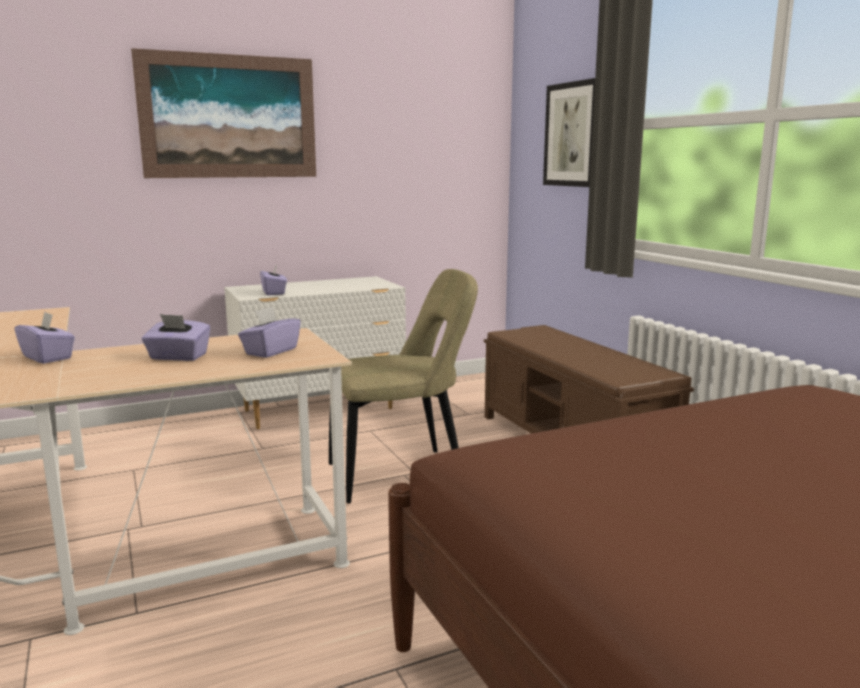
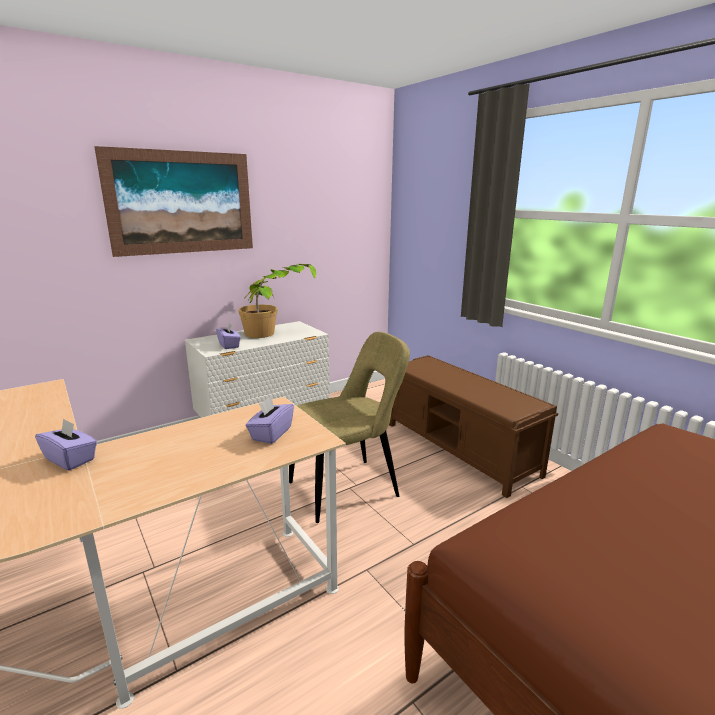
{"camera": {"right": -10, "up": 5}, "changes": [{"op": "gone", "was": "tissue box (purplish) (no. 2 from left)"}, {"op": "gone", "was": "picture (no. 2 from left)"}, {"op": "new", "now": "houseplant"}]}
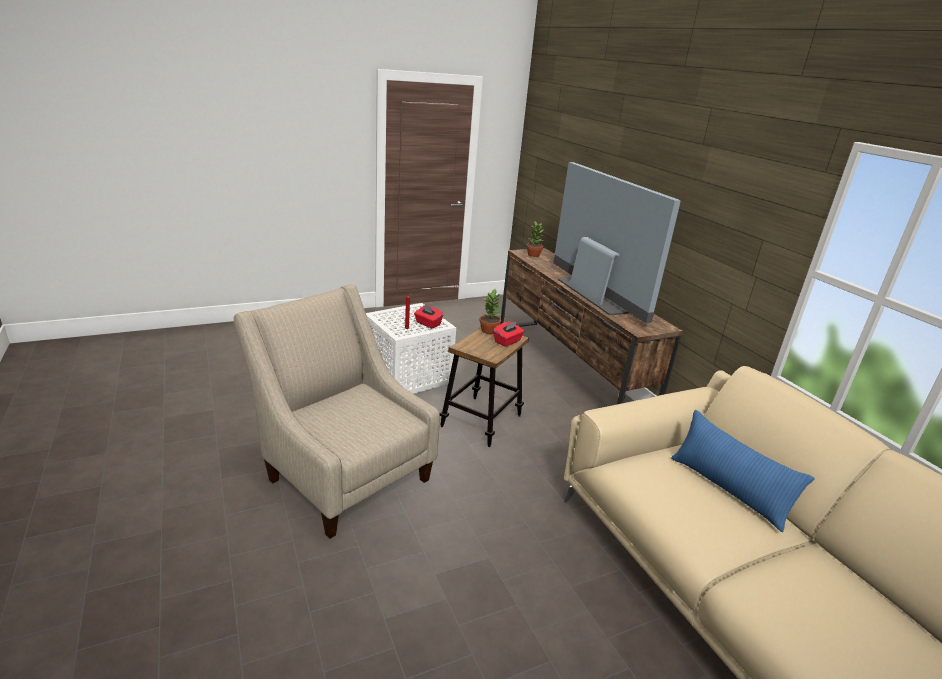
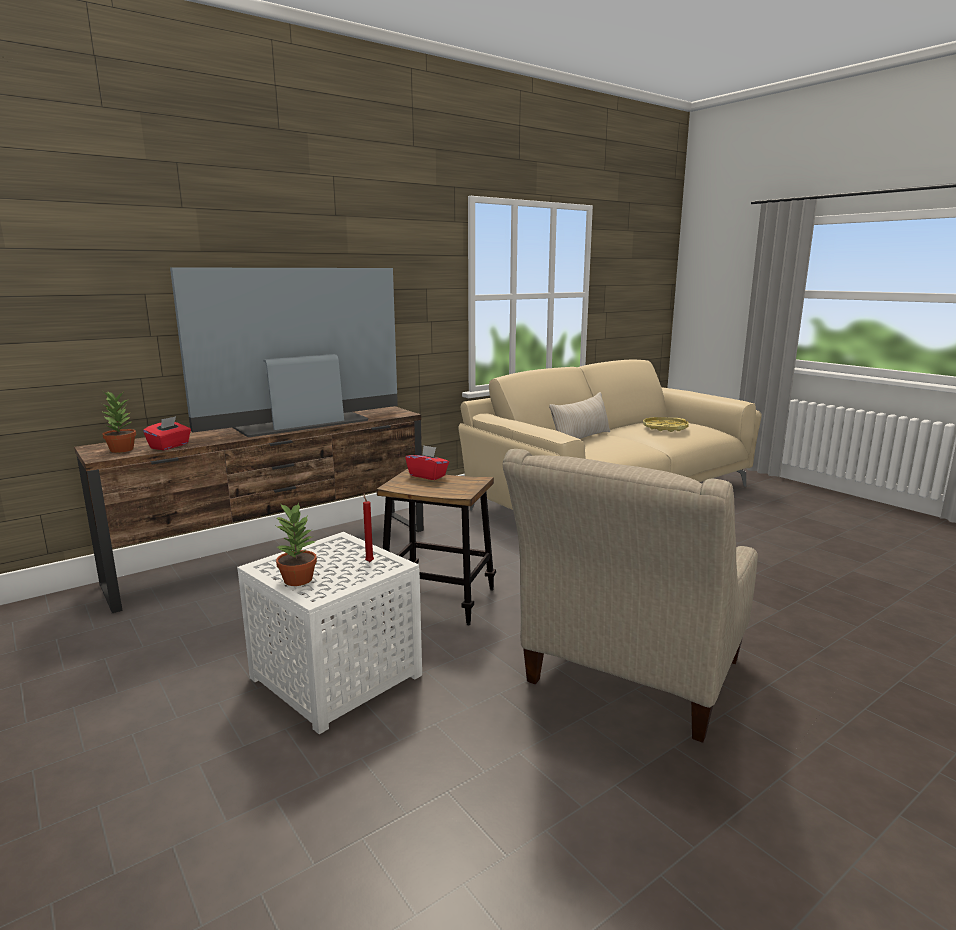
{"camera": {"right": -100, "up": -10}, "changes": [{"op": "new", "now": "carrying tray (yellowish)"}, {"op": "shifted", "was": "tissue box (red) (no. 1 from left)"}, {"op": "shifted", "was": "houseplant (no. 1 from left in the first image)", "now": "houseplant (no. 2 from left)"}, {"op": "repainted", "was": "cushion (bluish)", "now": "cushion (beige-coloured)"}]}
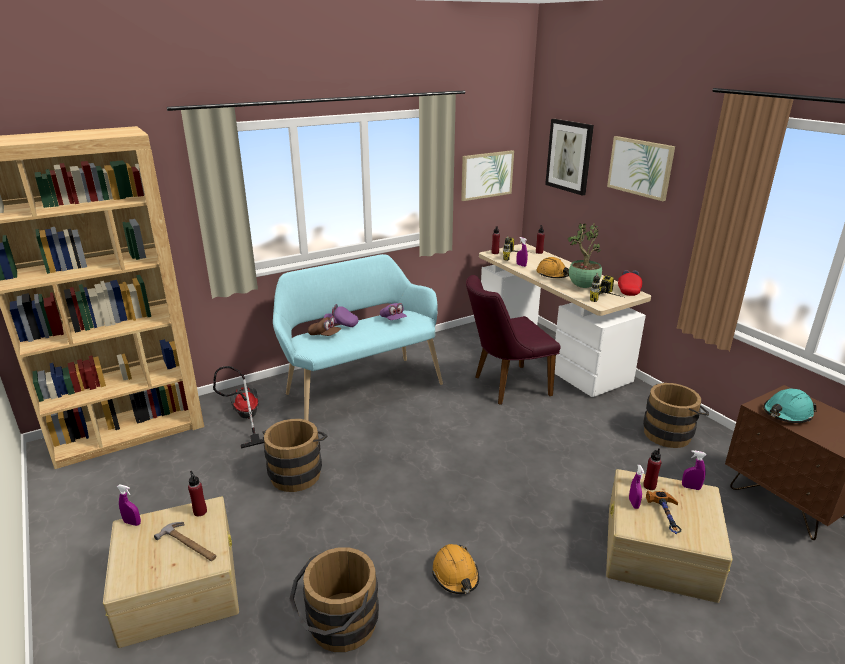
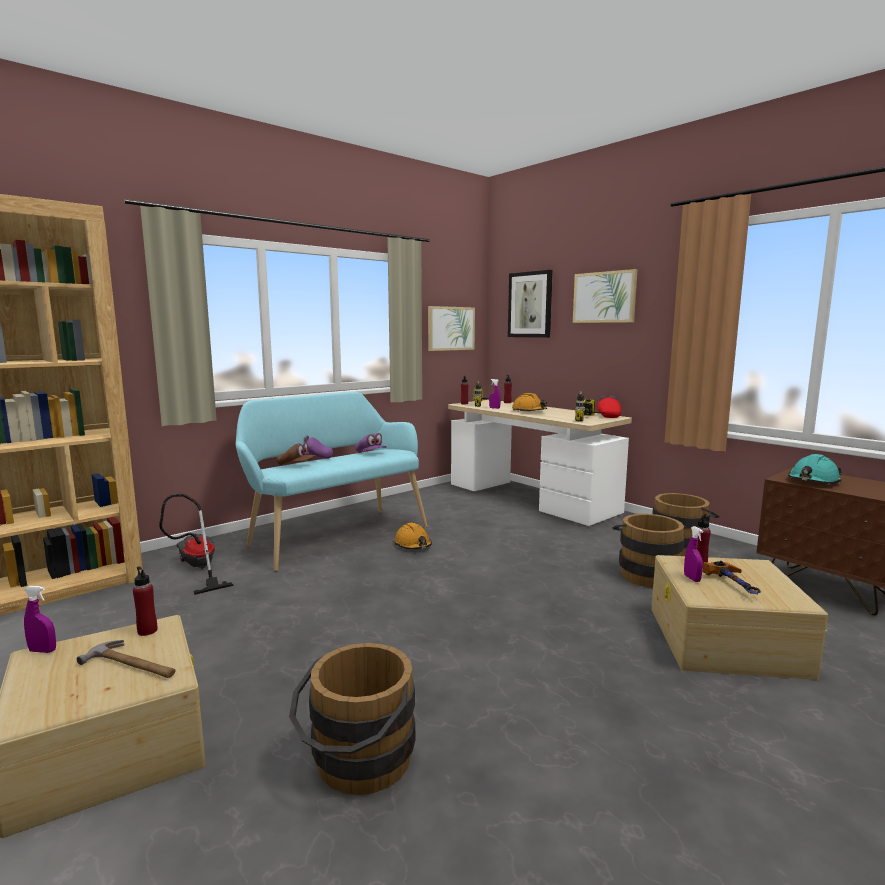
{"camera": {"right": -10, "up": -15}, "changes": [{"op": "gone", "was": "plain chair (purplish)"}, {"op": "gone", "was": "houseplant"}, {"op": "gone", "was": "sprayer (purplish) (no. 4 from left)"}, {"op": "shifted", "was": "pail (brown) (no. 1 from left in the first image)", "now": "pail (brown) (no. 2 from left)"}, {"op": "shifted", "was": "hard hat (orangey) (no. 1 from left)"}]}
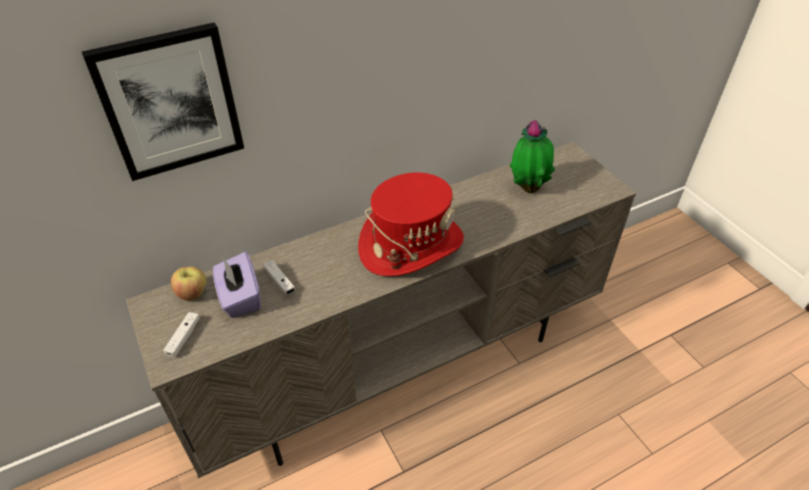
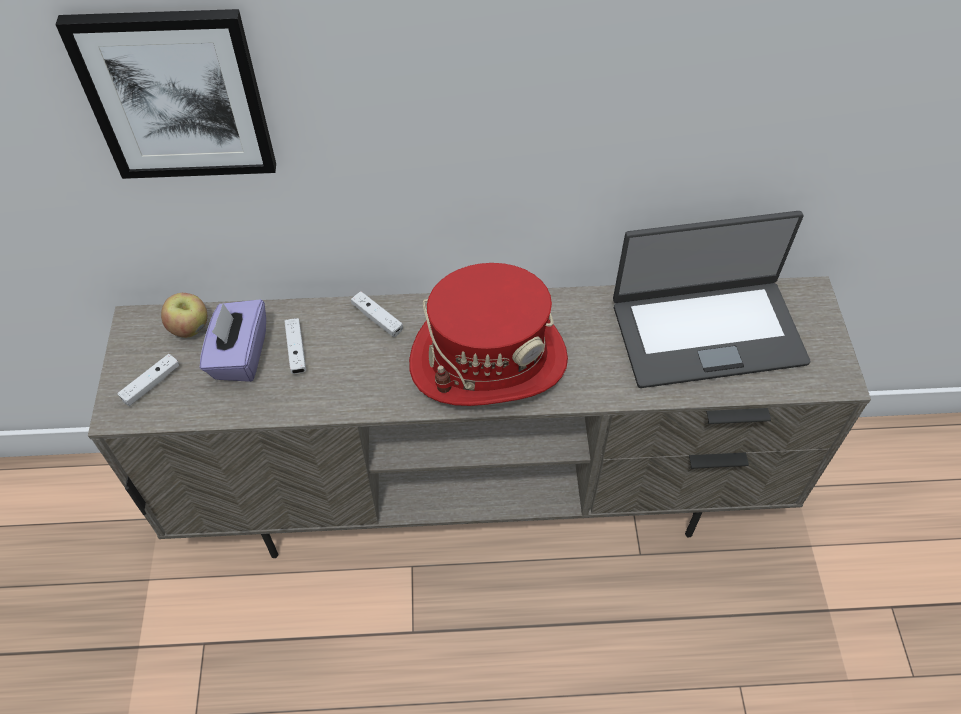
{"camera": {"right": 25, "up": 10}, "changes": [{"op": "new", "now": "gamepad (white) (no. 3 from left)"}, {"op": "swapped", "was": "houseplant", "now": "portable computer"}]}
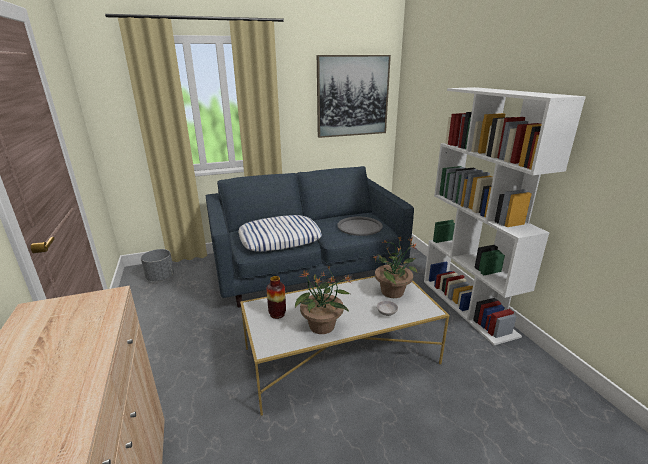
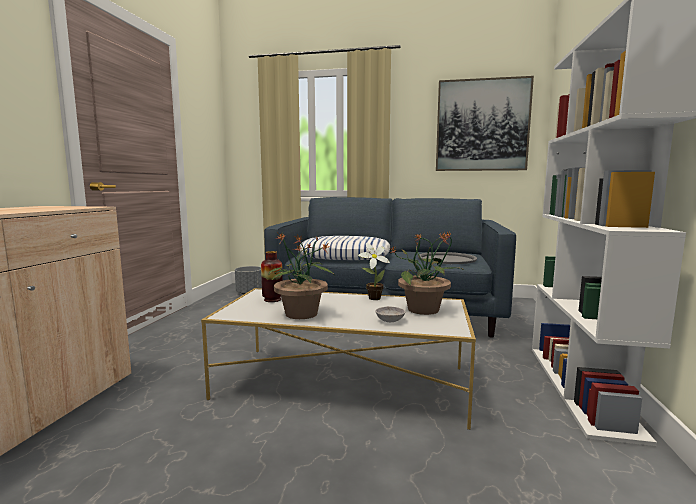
{"camera": {"right": 30, "up": -15}, "changes": [{"op": "new", "now": "houseplant (no. 2 from left)"}]}
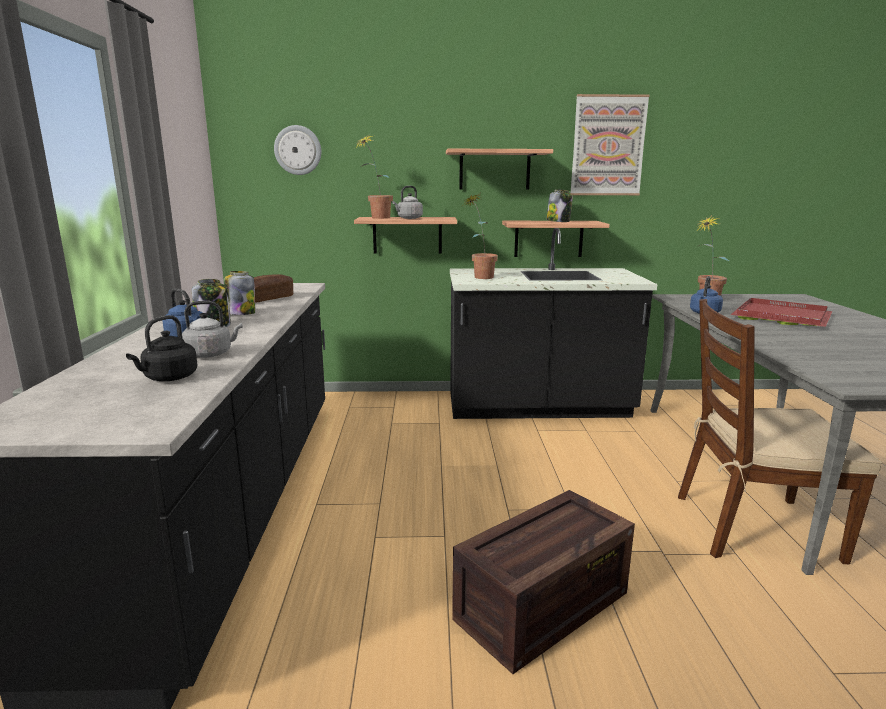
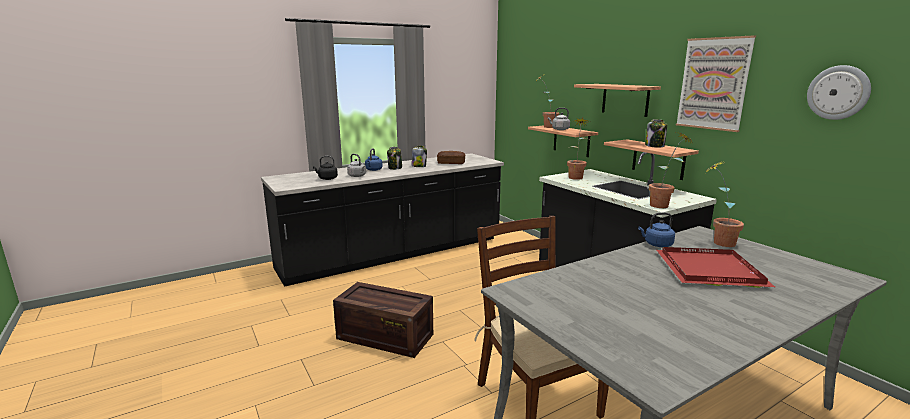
{"camera": {"right": 60, "up": 0}, "changes": [{"op": "new", "now": "houseplant (no. 3 from left)"}, {"op": "shifted", "was": "wall clock"}]}
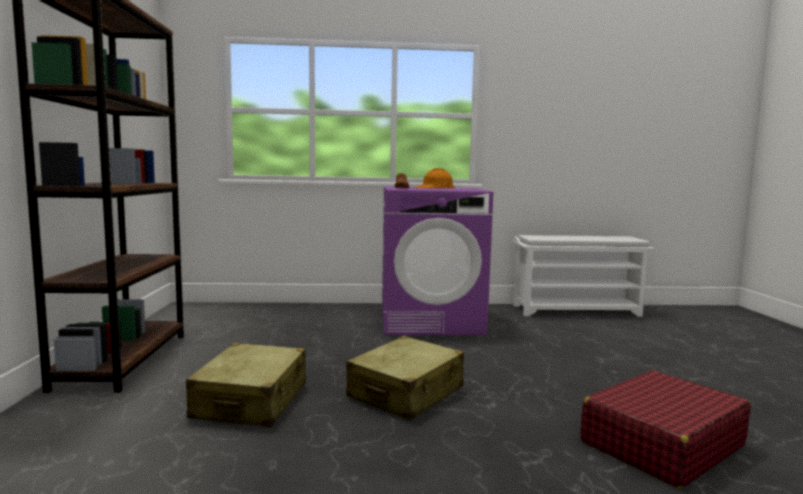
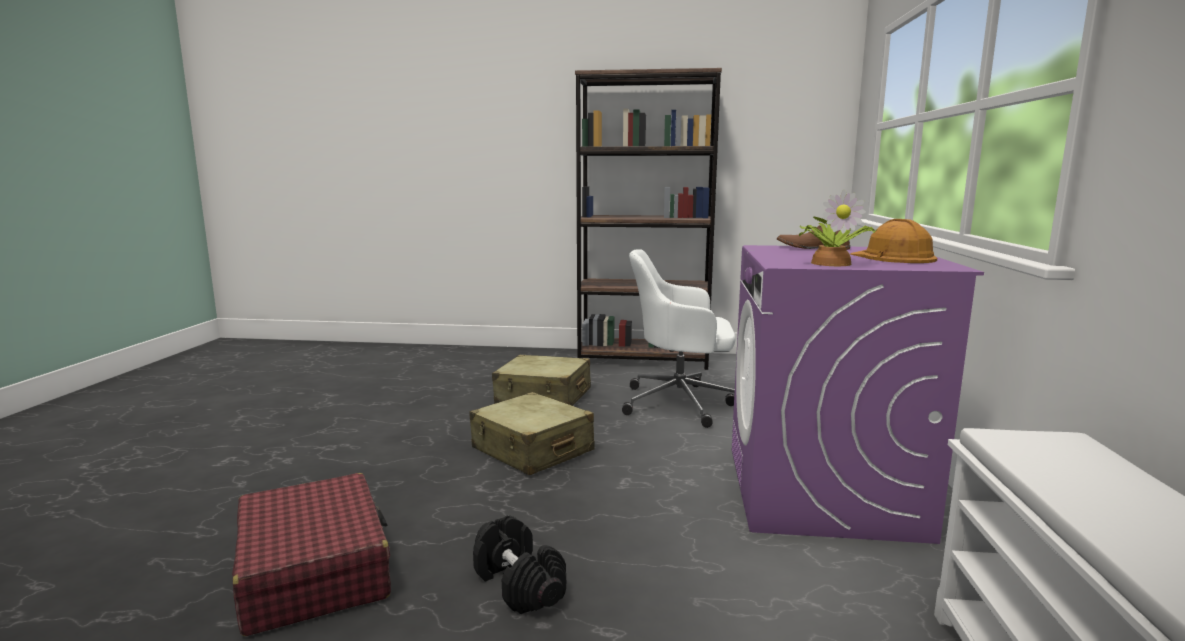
{"camera": {"right": 100, "up": 5}, "changes": [{"op": "new", "now": "hand weight (blackish)"}, {"op": "new", "now": "desk chair (white)"}, {"op": "new", "now": "houseplant"}]}
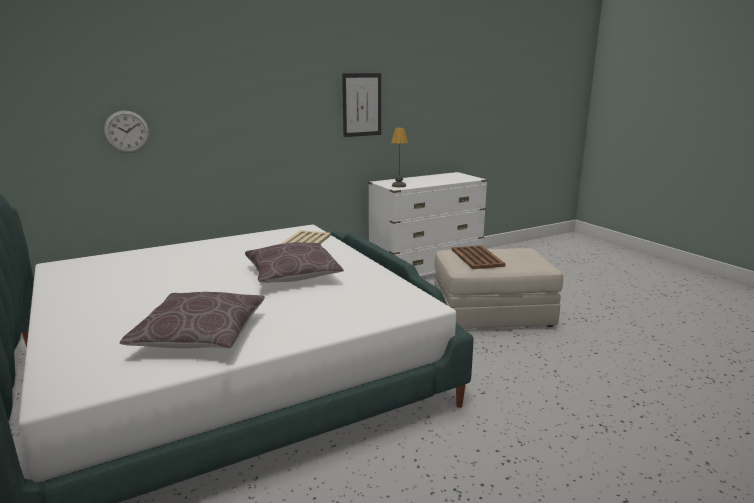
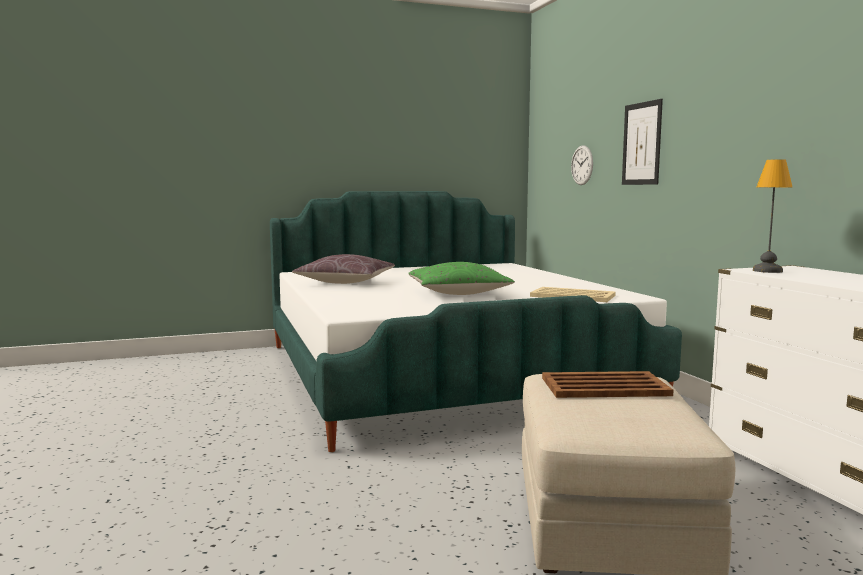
{"camera": {"right": 100, "up": -10}, "changes": [{"op": "shifted", "was": "picture"}, {"op": "repainted", "was": "cushion (brown) (no. 2 from left)", "now": "cushion (greenish)"}]}
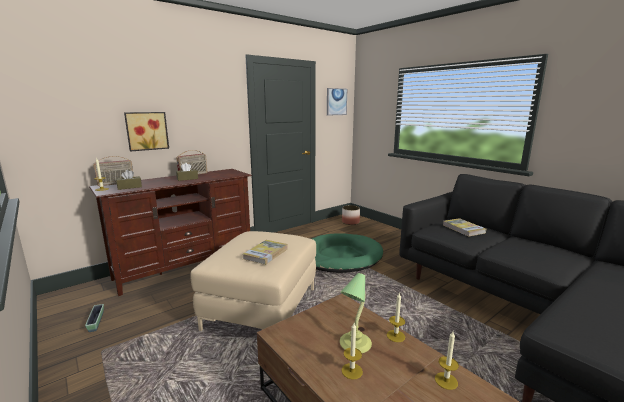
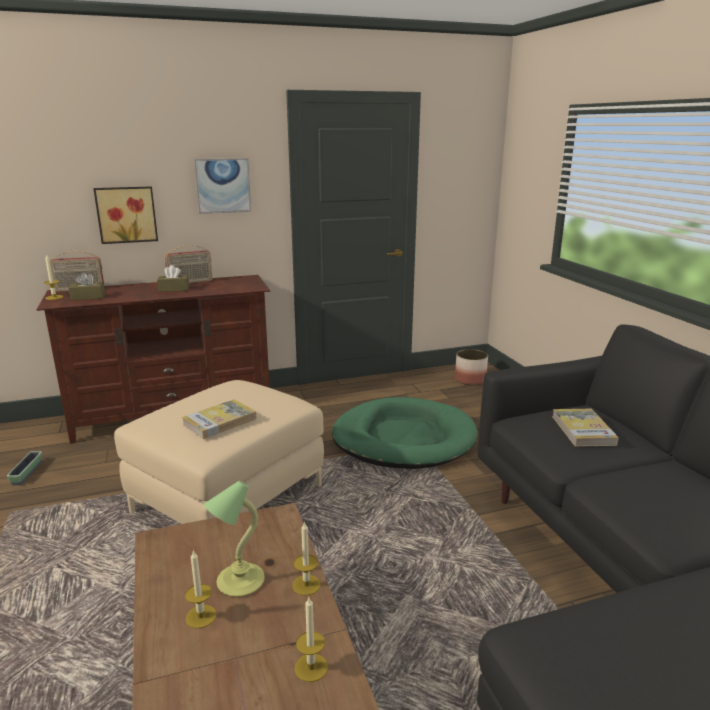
{"camera": {"right": 20, "up": 5}, "changes": [{"op": "shifted", "was": "picture (no. 2 from left)"}]}
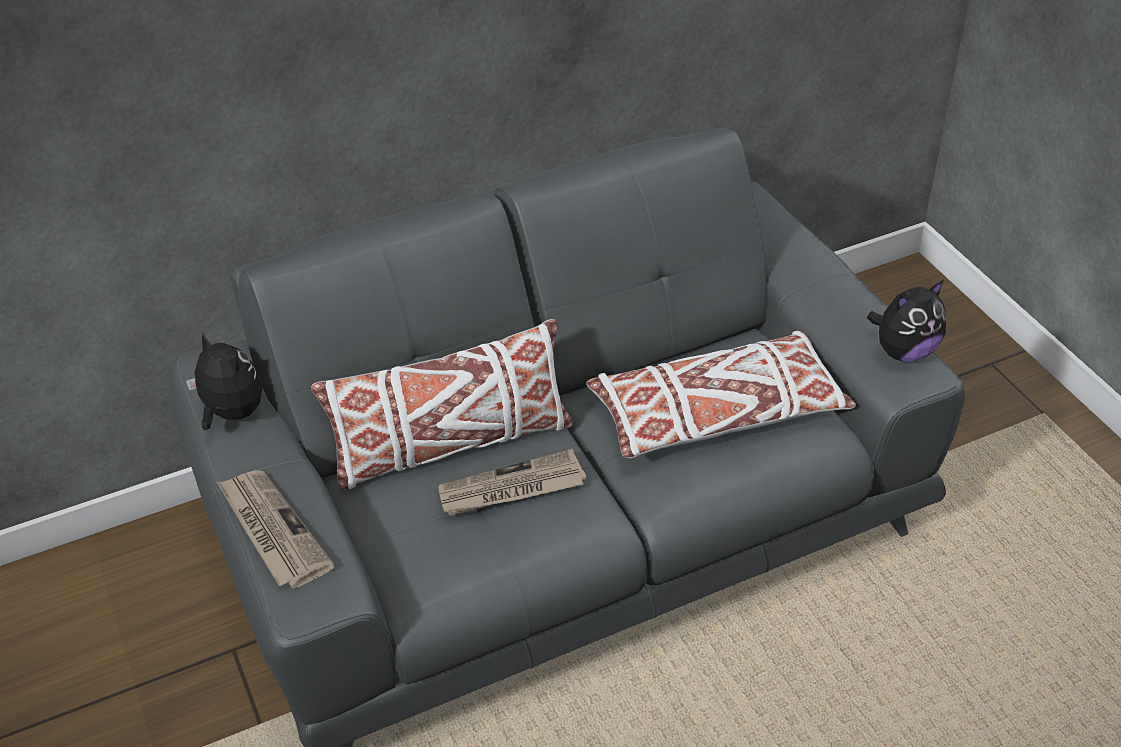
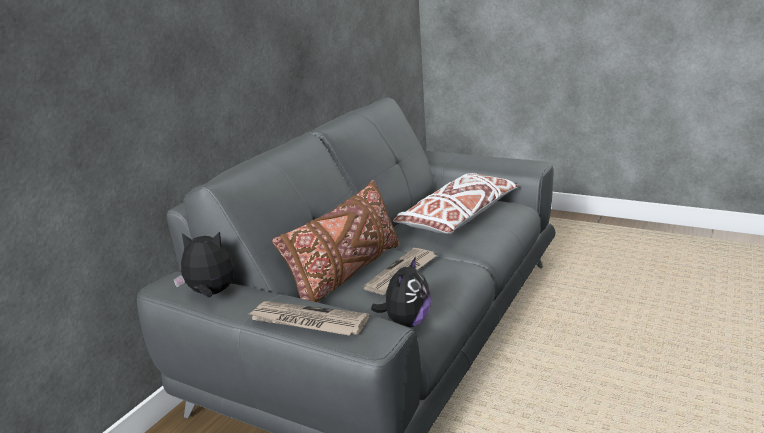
{"camera": {"right": -35, "up": -20}, "changes": [{"op": "shifted", "was": "cuddly toy (no. 2 from left)"}, {"op": "repainted", "was": "cushion (white) (no. 1 from left)", "now": "cushion (brown)"}]}
